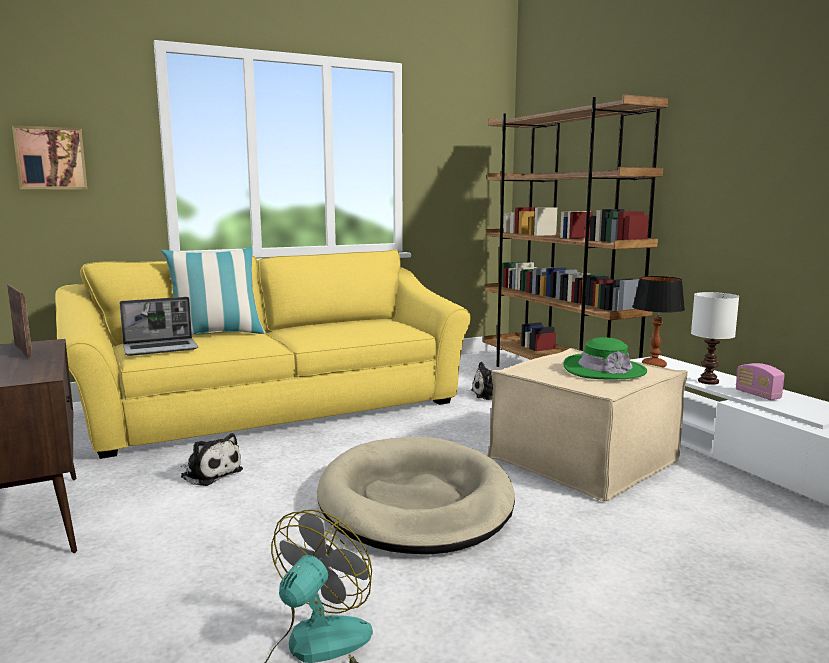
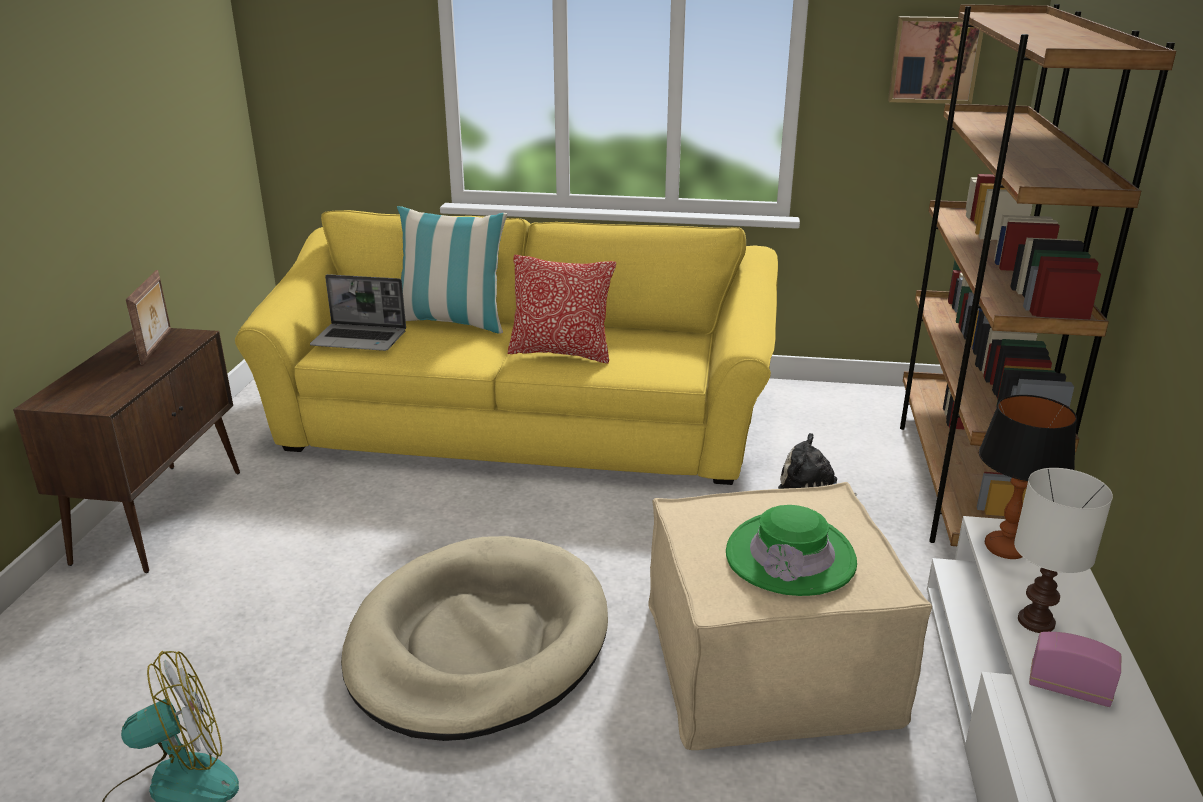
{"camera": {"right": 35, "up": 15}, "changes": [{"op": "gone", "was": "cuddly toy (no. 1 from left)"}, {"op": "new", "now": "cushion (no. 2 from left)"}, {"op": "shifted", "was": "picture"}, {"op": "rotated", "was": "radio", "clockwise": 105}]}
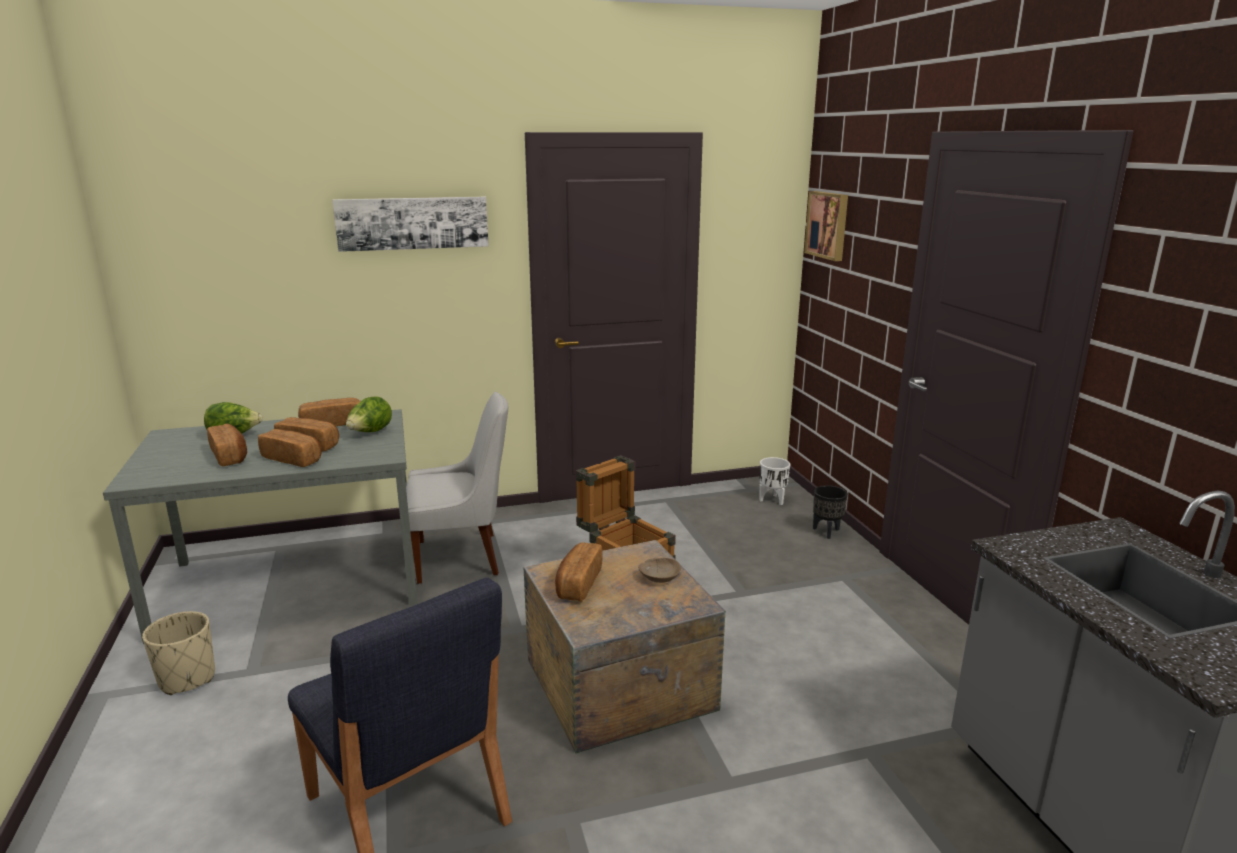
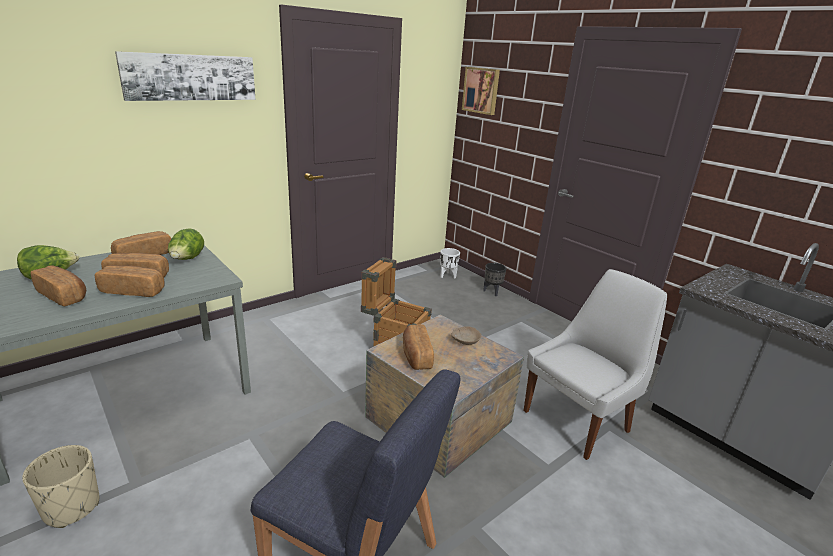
{"camera": {"right": -25, "up": 5}, "changes": [{"op": "shifted", "was": "plain chair (white)"}]}
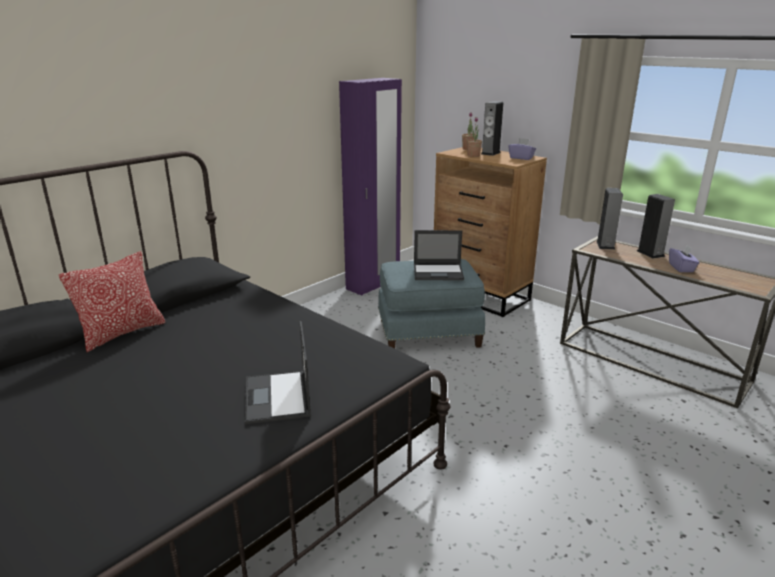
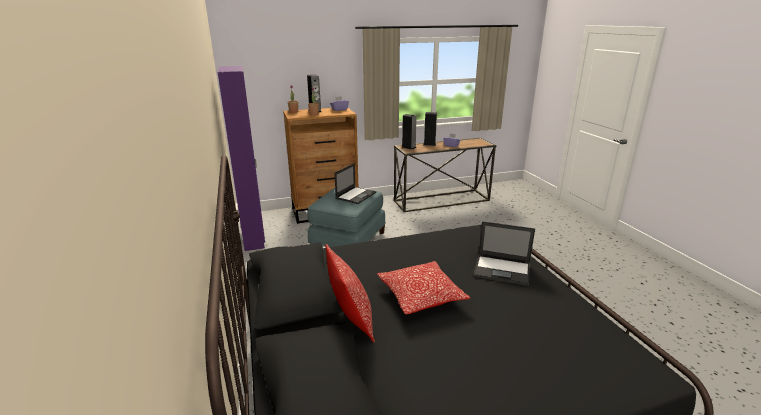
{"camera": {"right": -60, "up": 0}, "changes": [{"op": "new", "now": "cushion (no. 2 from left)"}]}
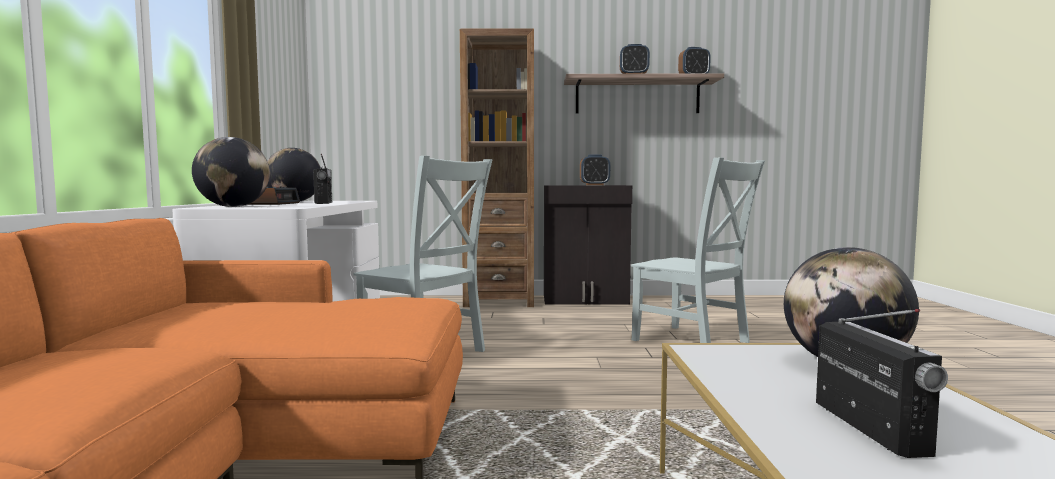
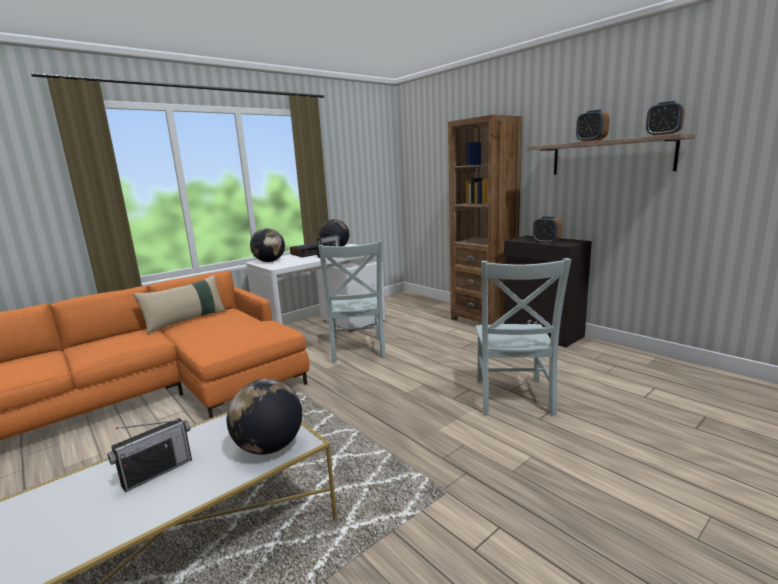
{"camera": {"right": 50, "up": 10}, "changes": [{"op": "new", "now": "cushion (beige-coloured)"}]}
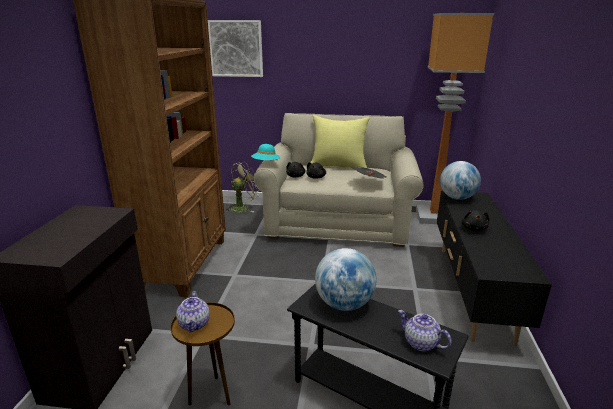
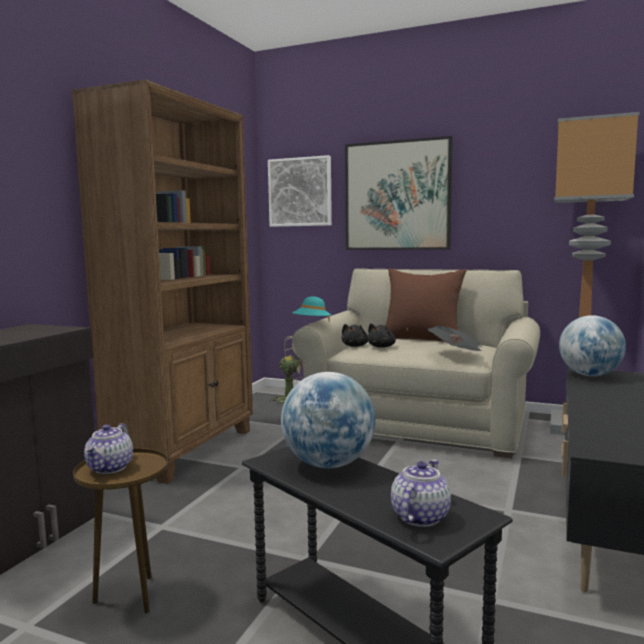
{"camera": {"right": 15, "up": -15}, "changes": [{"op": "gone", "was": "cuddly toy (blackish) (no. 3 from left)"}, {"op": "new", "now": "picture (no. 2 from left)"}, {"op": "repainted", "was": "cushion (yellowish)", "now": "cushion (brown)"}, {"op": "rotated", "was": "tea pot (no. 2 from left)", "clockwise": 60}]}
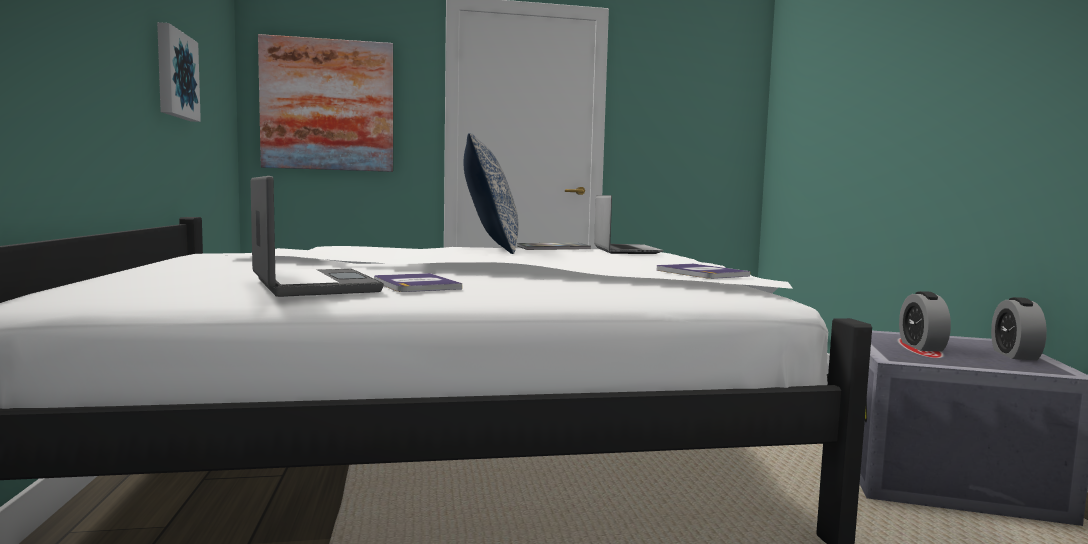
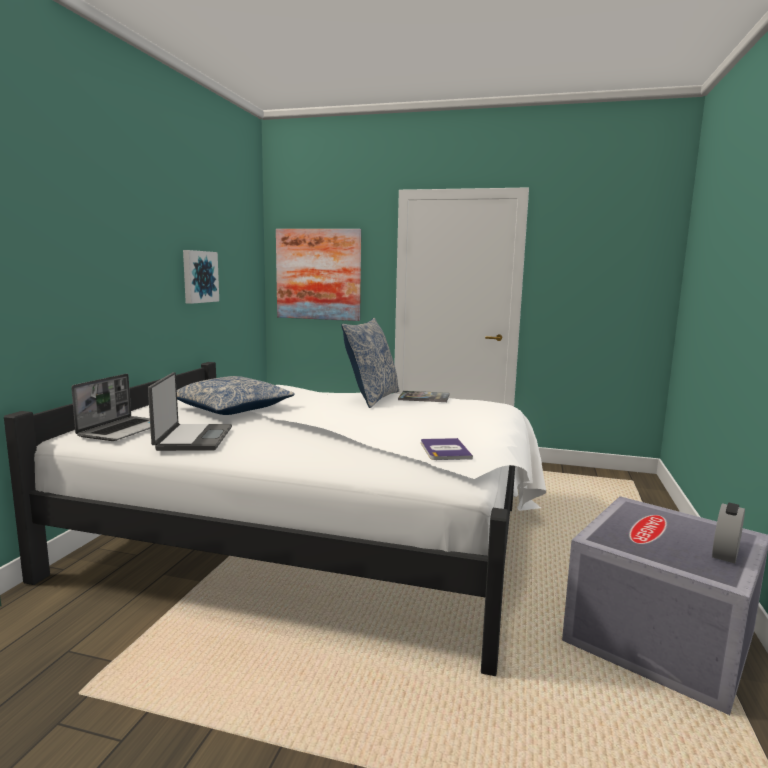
{"camera": {"right": 25, "up": 5}, "changes": [{"op": "gone", "was": "book (no. 1 from left)"}, {"op": "gone", "was": "table clock (no. 1 from left)"}, {"op": "new", "now": "cushion (no. 1 from left)"}, {"op": "shifted", "was": "portable computer (no. 2 from left in the first image)", "now": "portable computer (no. 1 from left)"}]}
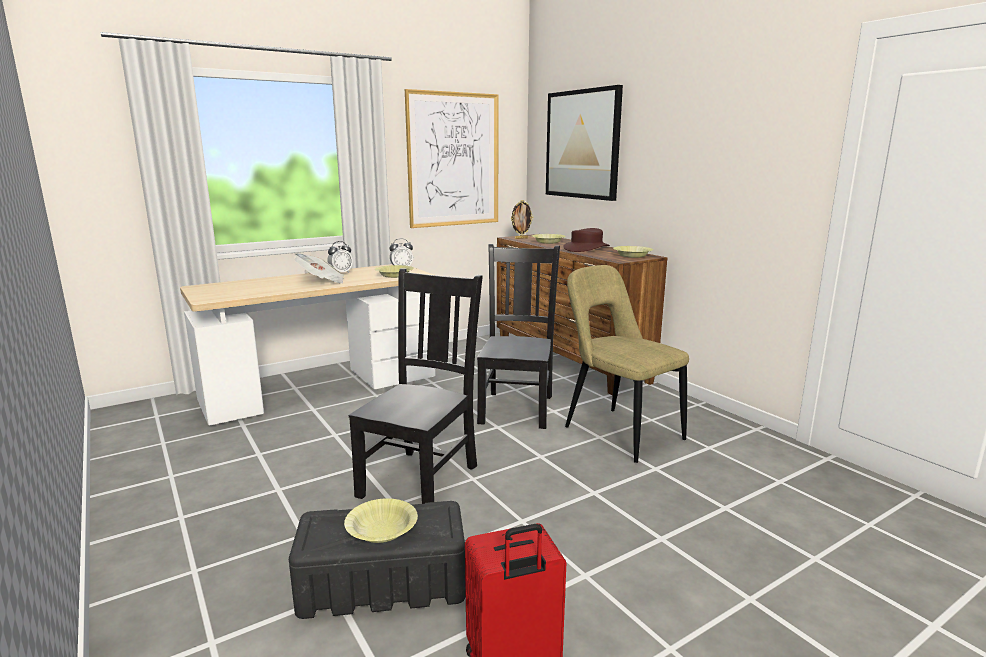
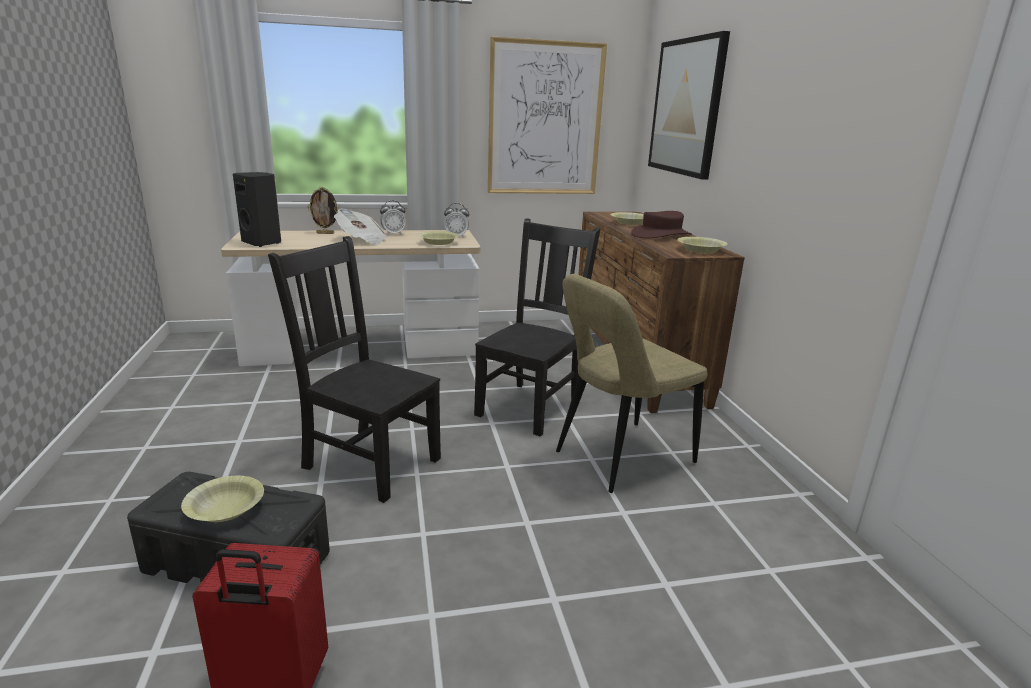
{"camera": {"right": 20, "up": 5}, "changes": [{"op": "new", "now": "audio speaker (blackish)"}, {"op": "shifted", "was": "picture frame"}, {"op": "rotated", "was": "plain chair (blackish) (no. 1 from left)", "clockwise": -105}, {"op": "rotated", "was": "plain chair (beige-coloured)", "clockwise": -105}]}
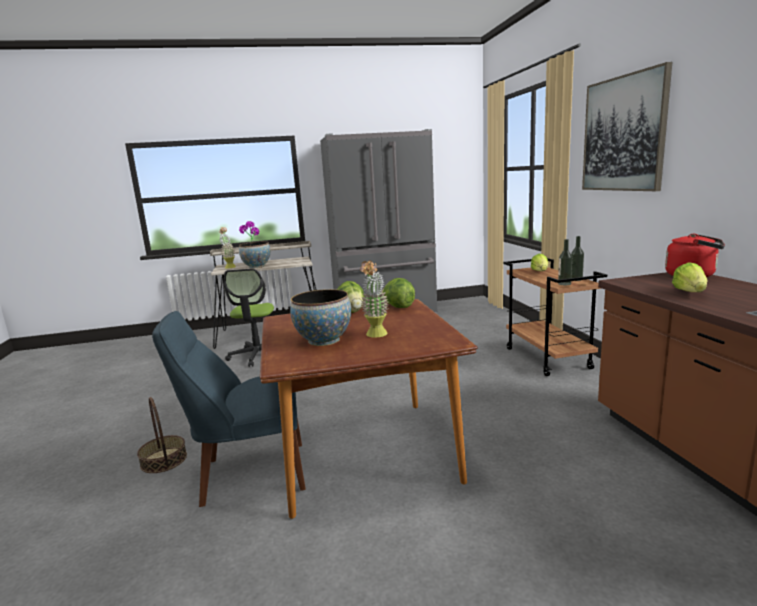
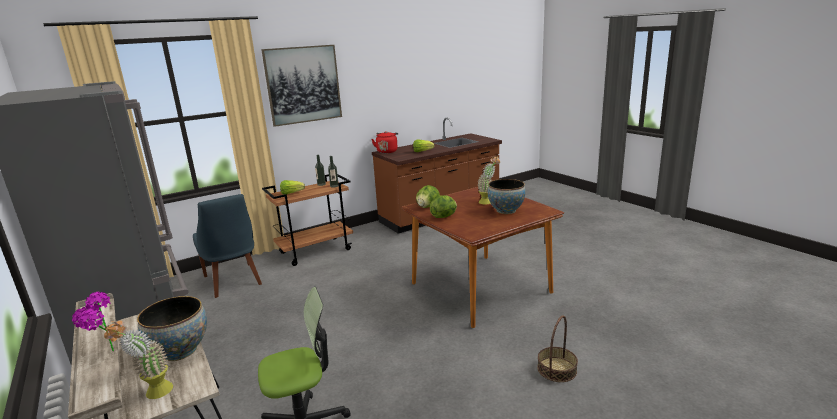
{"camera": {"right": -110, "up": 5}, "changes": [{"op": "shifted", "was": "plain chair (bluish)"}]}
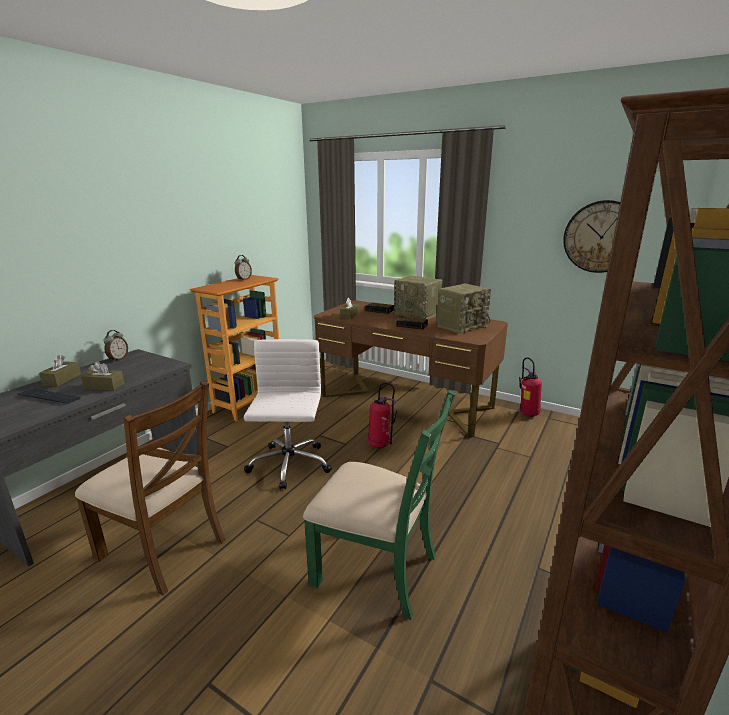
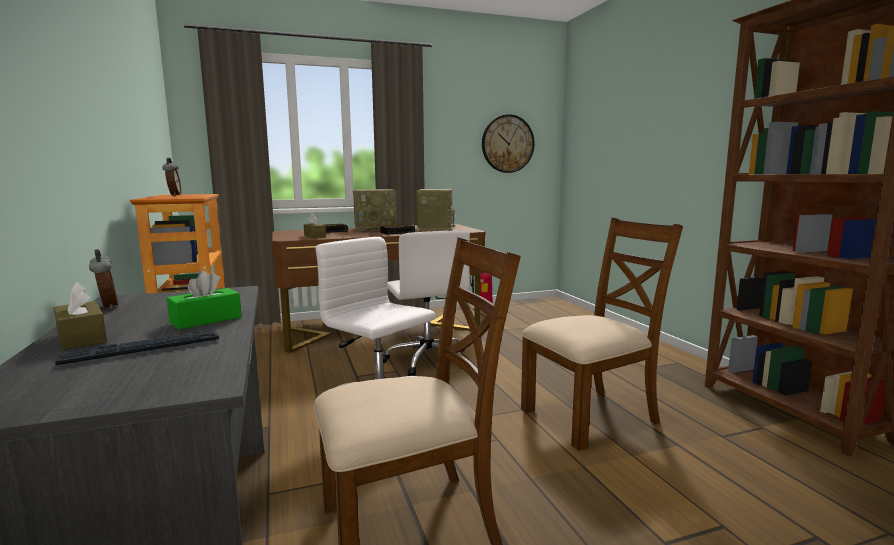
{"camera": {"right": -50, "up": -10}, "changes": [{"op": "swapped", "was": "fire-fighting cylinder (no. 1 from left)", "now": "desk chair (white) (no. 2 from left)"}, {"op": "repainted", "was": "tissue box (brown) (no. 2 from left)", "now": "tissue box (greenish)"}, {"op": "repainted", "was": "plain chair (greenish)", "now": "plain chair (brown) (no. 2 from left)"}]}
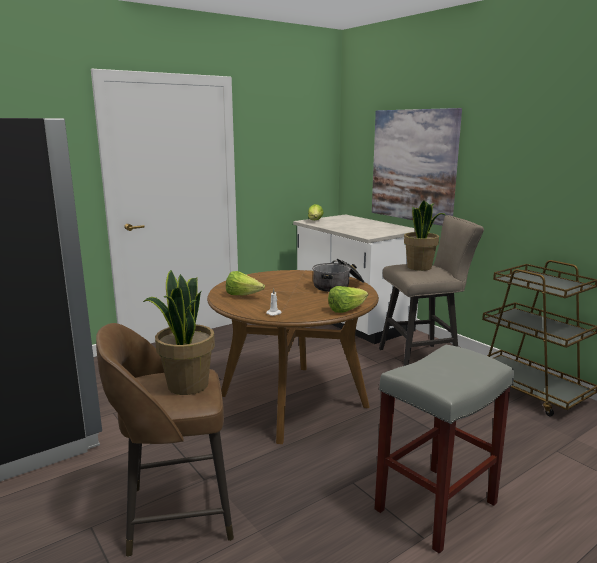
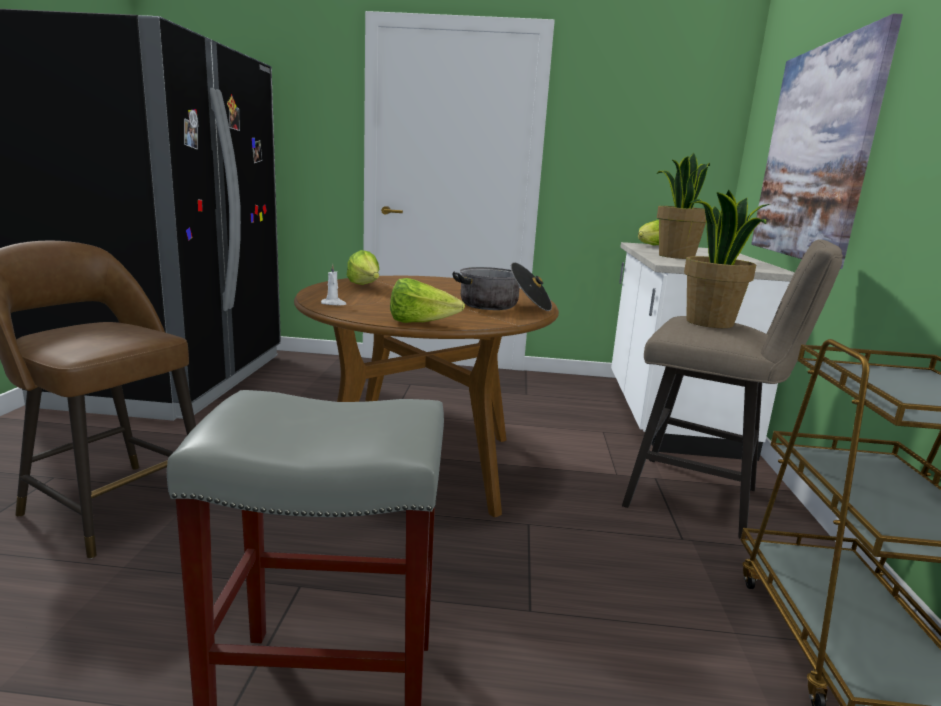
{"camera": {"right": 40, "up": 0}, "changes": [{"op": "shifted", "was": "houseplant (no. 1 from left)"}]}
